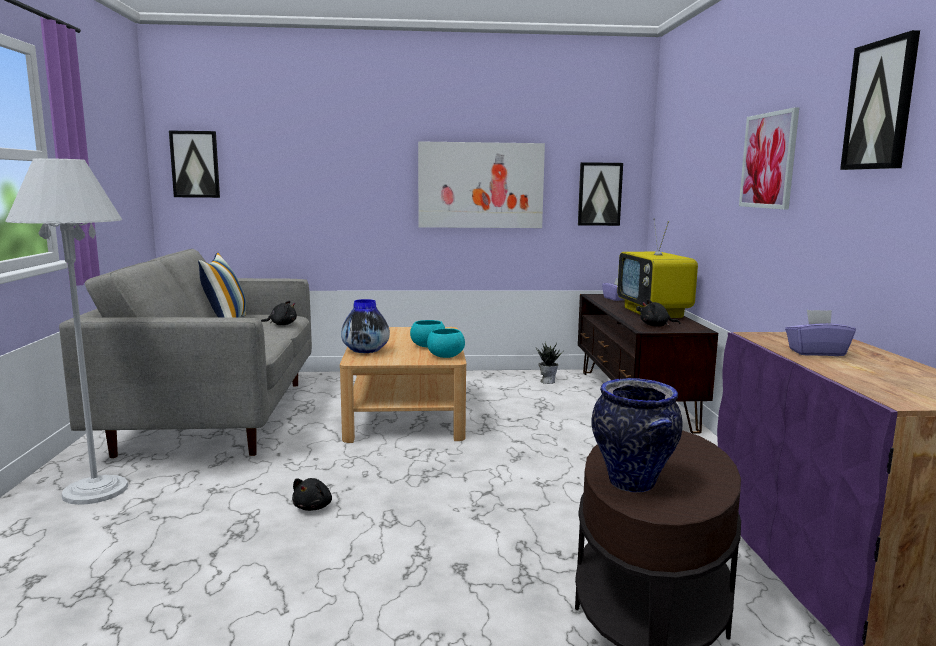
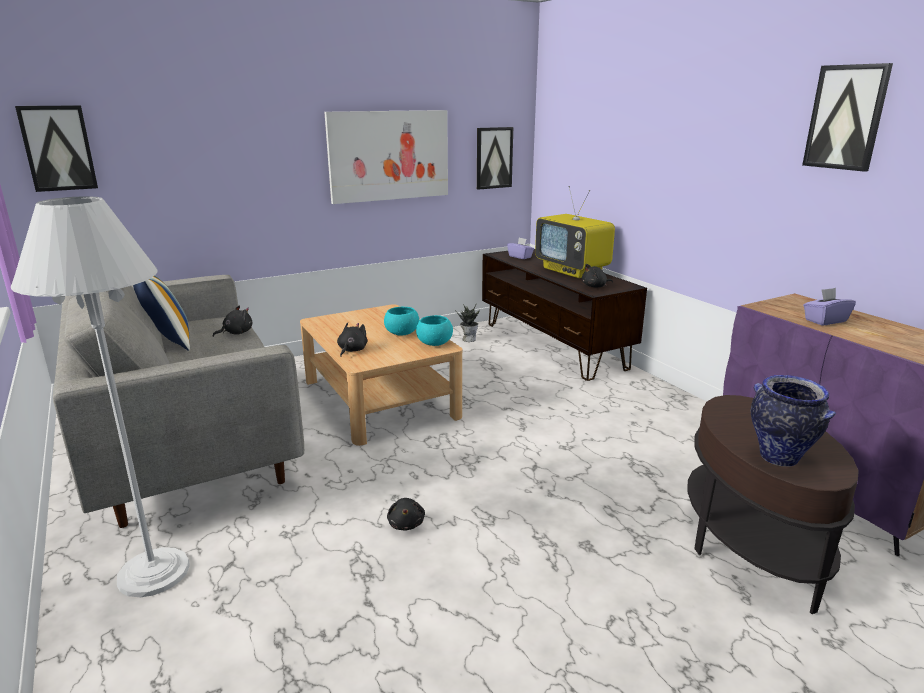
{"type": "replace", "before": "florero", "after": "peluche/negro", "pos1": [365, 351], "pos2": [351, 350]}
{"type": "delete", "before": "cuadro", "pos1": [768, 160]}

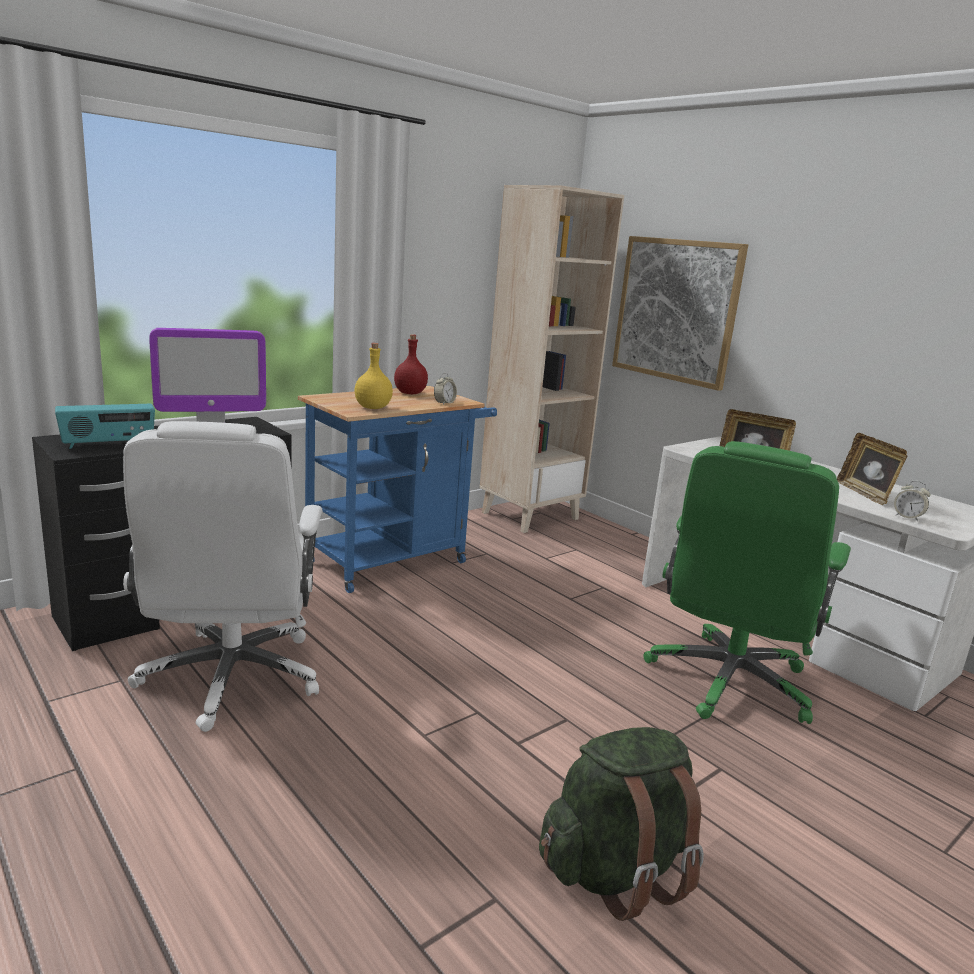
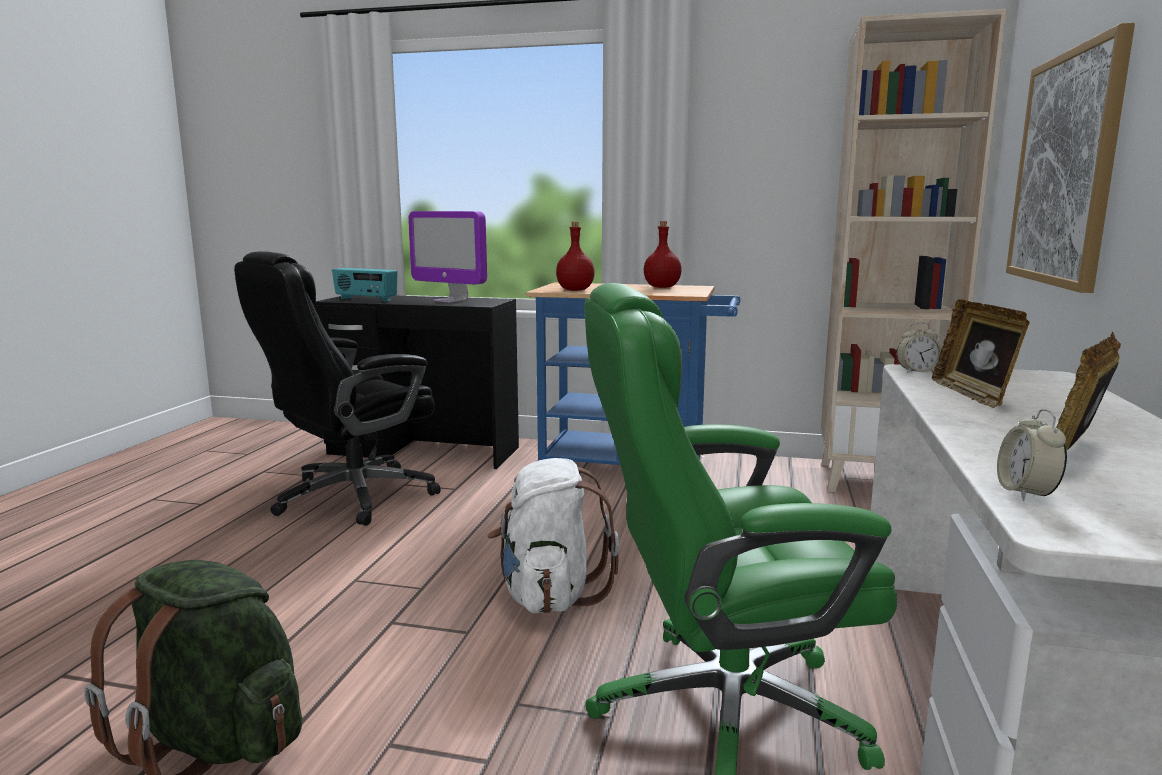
{"type": "recolor", "before": "silla de oficina/blanco", "after": "silla de oficina/negro", "pos1": [231, 678], "pos2": [351, 497]}
{"type": "recolor", "before": "botella/amarillo", "after": "botella/rojo", "pos1": [372, 407], "pos2": [575, 290]}
{"type": "move", "before": "despertador", "pos1": [444, 403], "pos2": [917, 372]}
{"type": "insert", "after": "mochila/blanco", "pos2": [549, 595]}

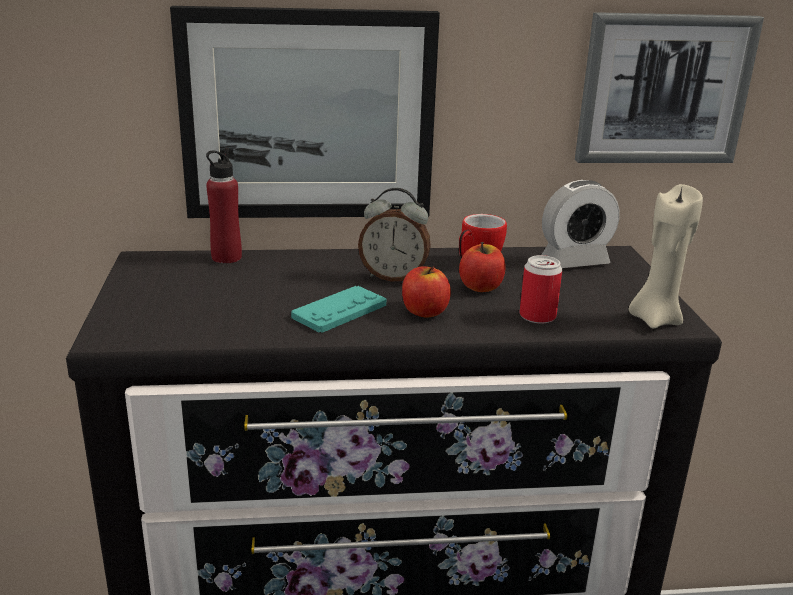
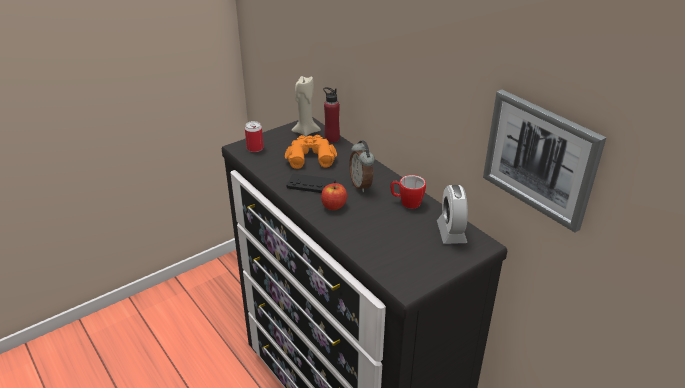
{"type": "delete", "before": "cuadro", "pos1": [308, 116]}
{"type": "recolor", "before": "mando de consola/turquesa", "after": "mando de consola/negro", "pos1": [339, 311], "pos2": [311, 185]}
{"type": "delete", "before": "manzana", "pos1": [481, 287]}
{"type": "move", "before": "lata", "pos1": [537, 316], "pos2": [255, 148]}
{"type": "rotate", "before": "despertador", "pos1": [575, 261], "pos2": [451, 232], "turn": 45}
{"type": "move", "before": "vela/beis", "pos1": [655, 319], "pos2": [305, 132]}
{"type": "insert", "after": "prismáticos/naranja", "pos2": [310, 156]}

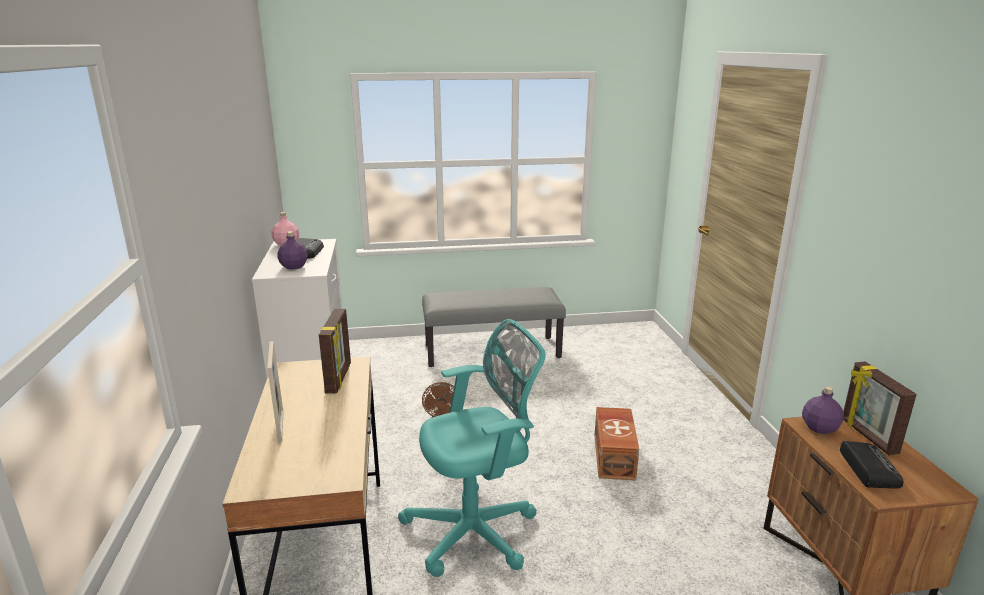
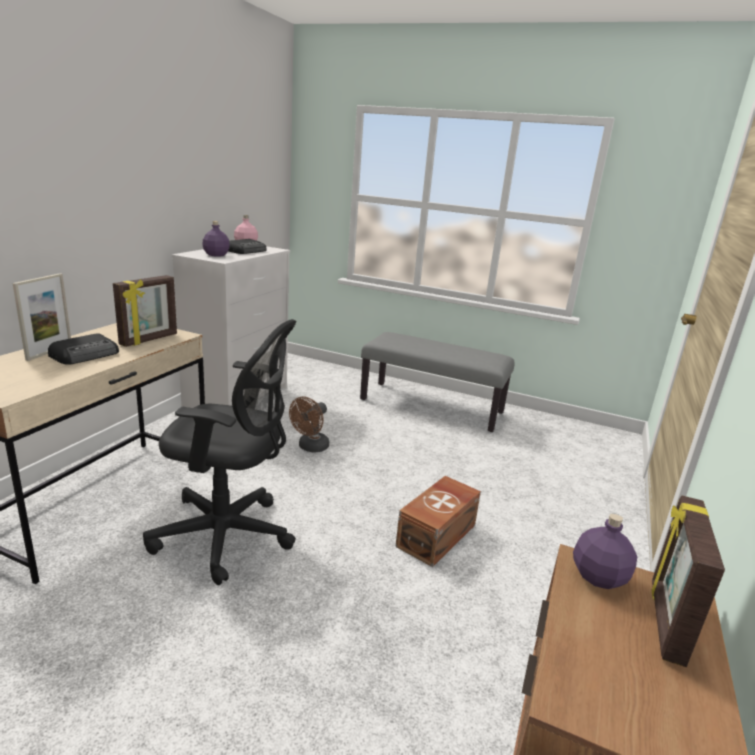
{"type": "recolor", "before": "silla de oficina/turquesa", "after": "silla de oficina/negro", "pos1": [477, 531], "pos2": [228, 536]}
{"type": "move", "before": "radio", "pos1": [868, 468], "pos2": [86, 355]}

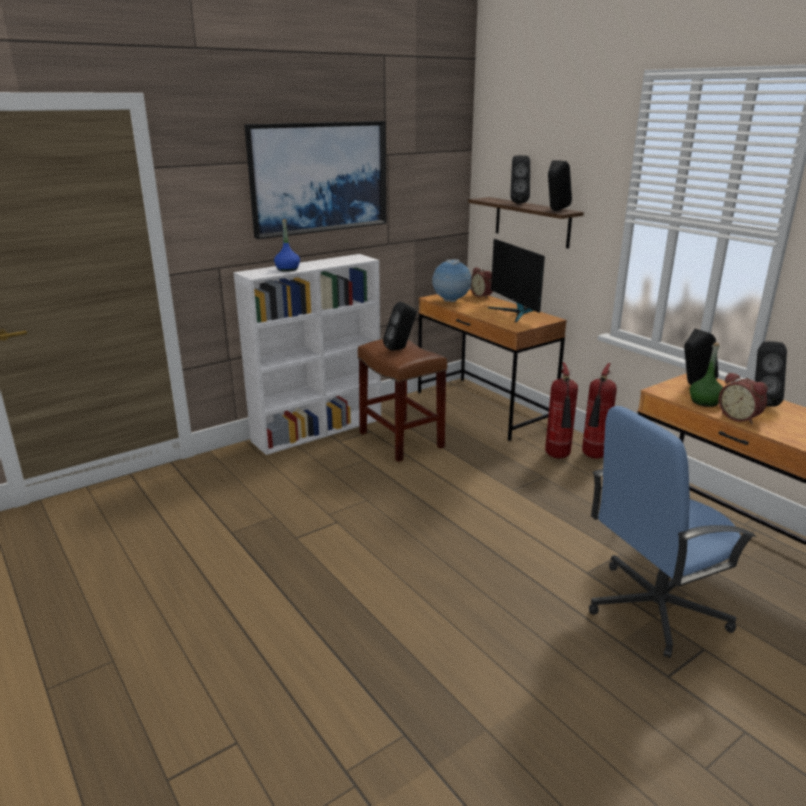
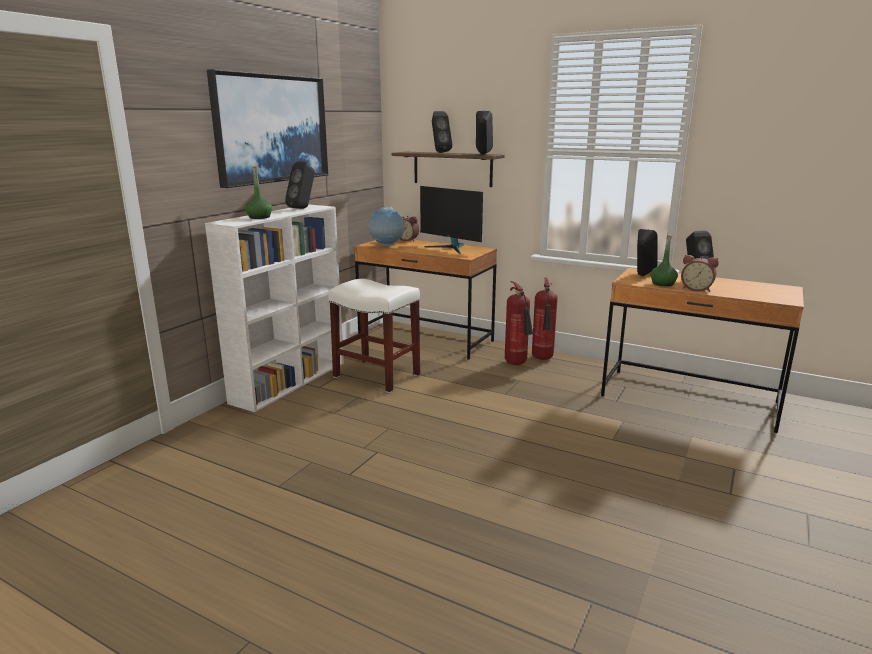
{"type": "recolor", "before": "botella/azul", "after": "botella/verde", "pos1": [287, 269], "pos2": [259, 217]}
{"type": "recolor", "before": "taburete/marrón", "after": "taburete/blanco", "pos1": [400, 440], "pos2": [375, 375]}
{"type": "move", "before": "altavoz/negro", "pos1": [400, 349], "pos2": [303, 208]}
{"type": "delete", "before": "silla de oficina/azul", "pos1": [654, 607]}

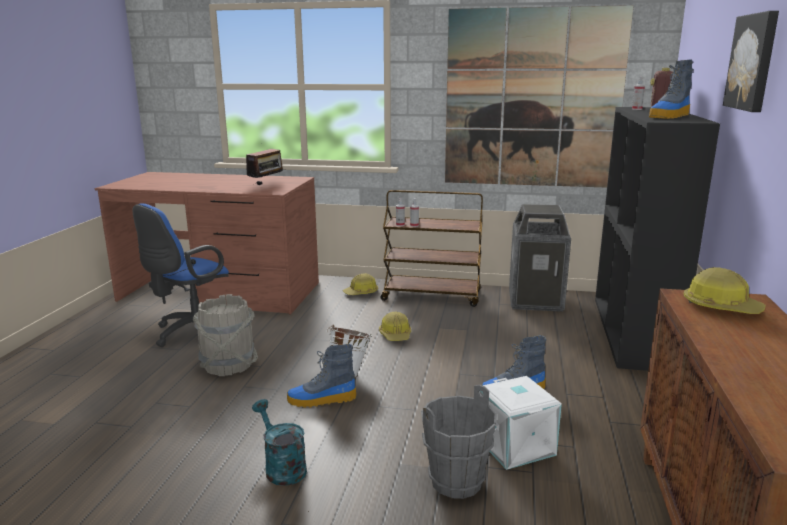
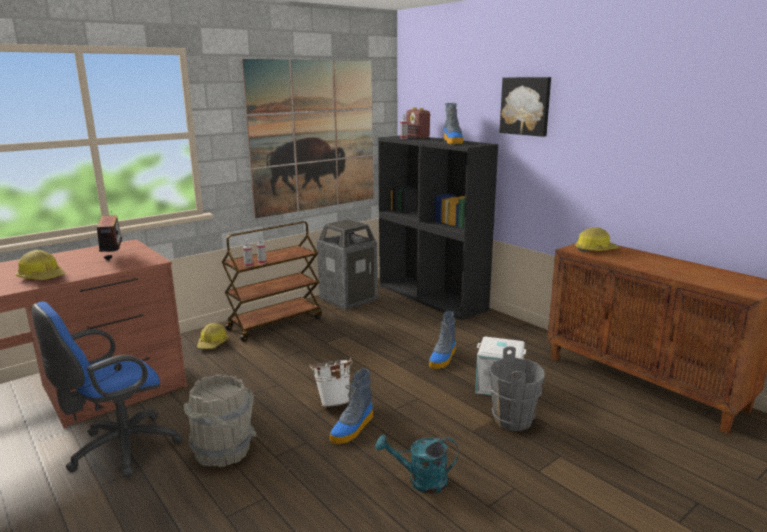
{"type": "rotate", "before": "silla de oficina/azul", "pos1": [192, 333], "pos2": [119, 450], "turn": 60}
{"type": "move", "before": "casco", "pos1": [396, 335], "pos2": [42, 277]}

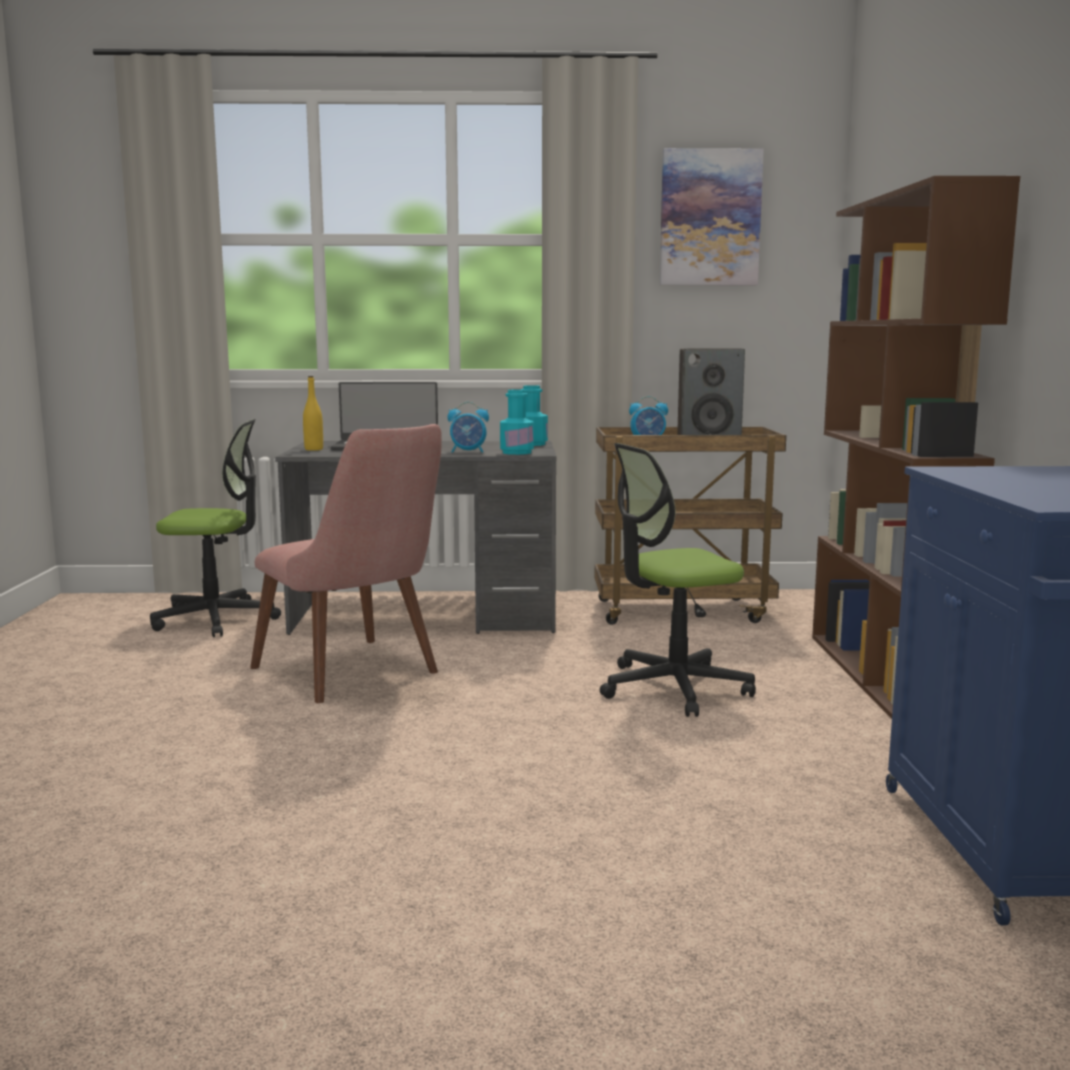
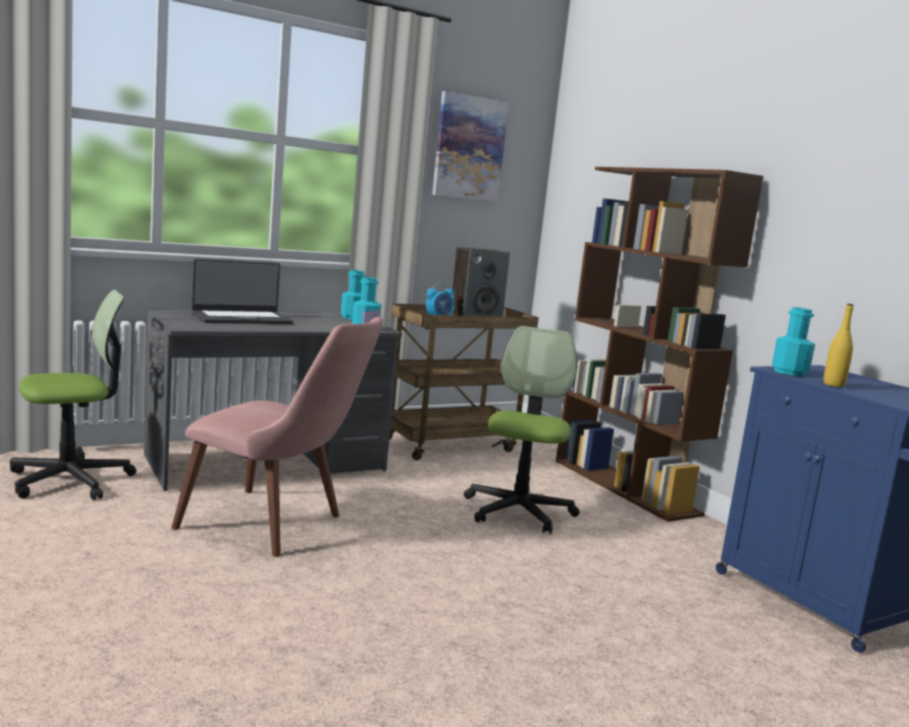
{"type": "move", "before": "botella/amarillo", "pos1": [314, 449], "pos2": [833, 385]}
{"type": "delete", "before": "despertador", "pos1": [468, 452]}
{"type": "rotate", "before": "silla de oficina", "pos1": [673, 688], "pos2": [518, 511], "turn": 150}
{"type": "insert", "after": "botella/turquesa", "pos2": [789, 372]}

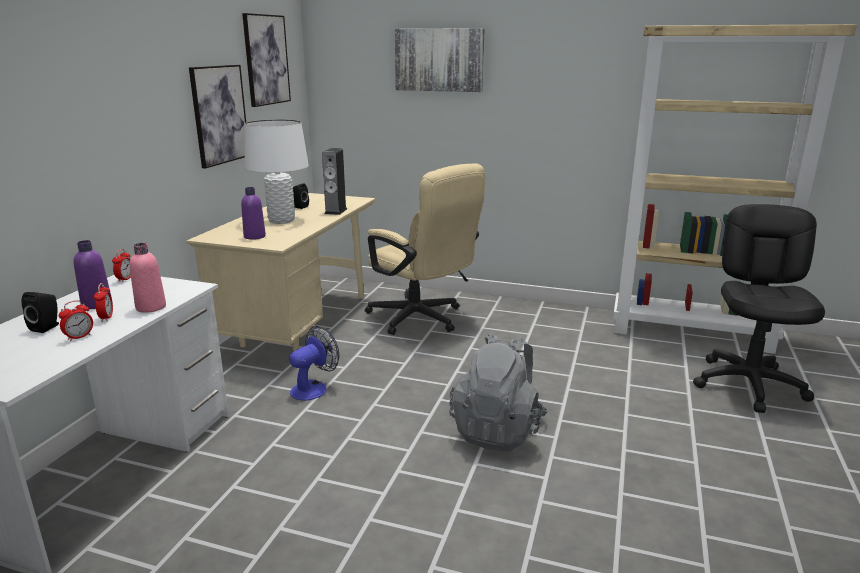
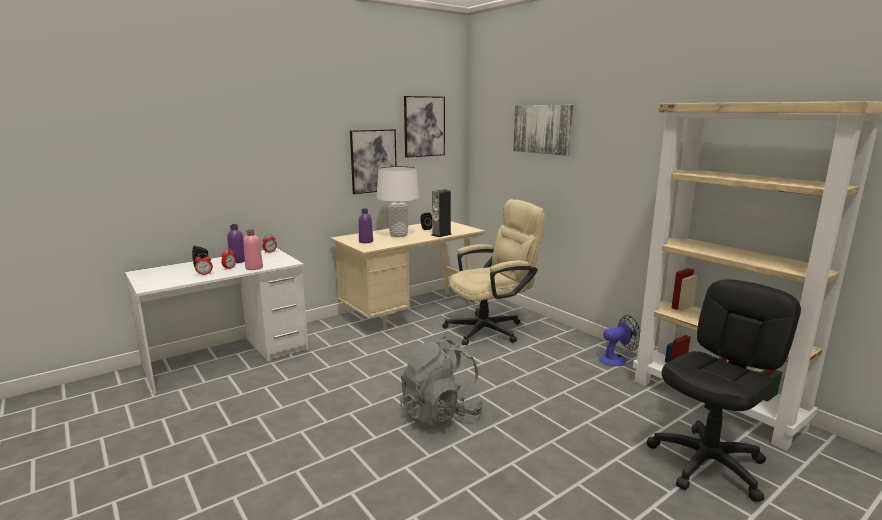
{"type": "move", "before": "ventilador", "pos1": [314, 388], "pos2": [617, 359]}
{"type": "rotate", "before": "silla de oficina/beis", "pos1": [422, 319], "pos2": [491, 329], "turn": -105}

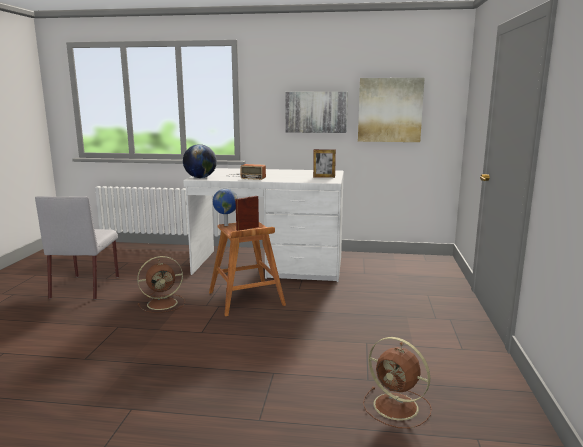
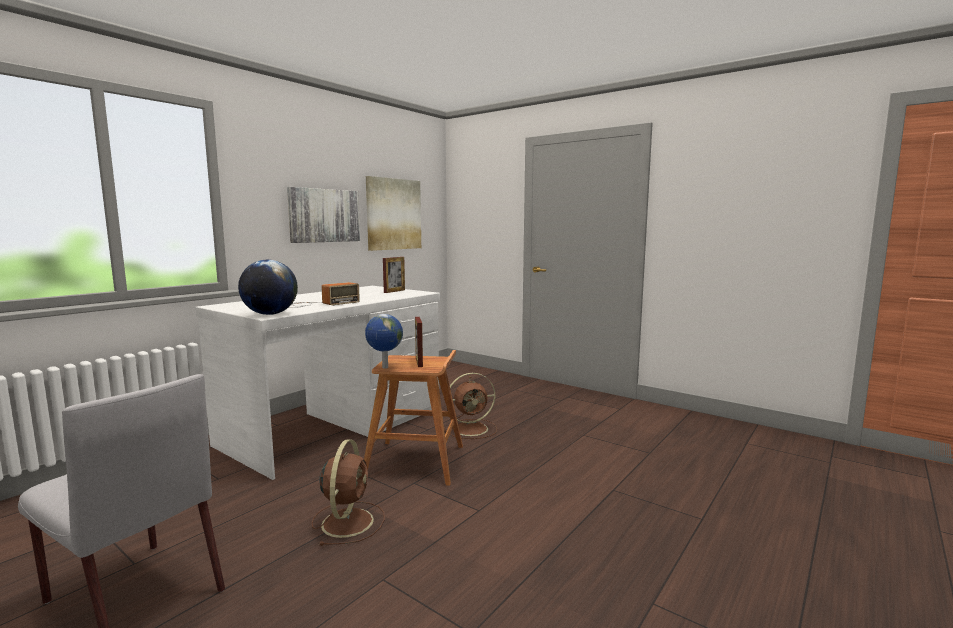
{"type": "move", "before": "ventilador/marrón", "pos1": [397, 407], "pos2": [472, 429]}

